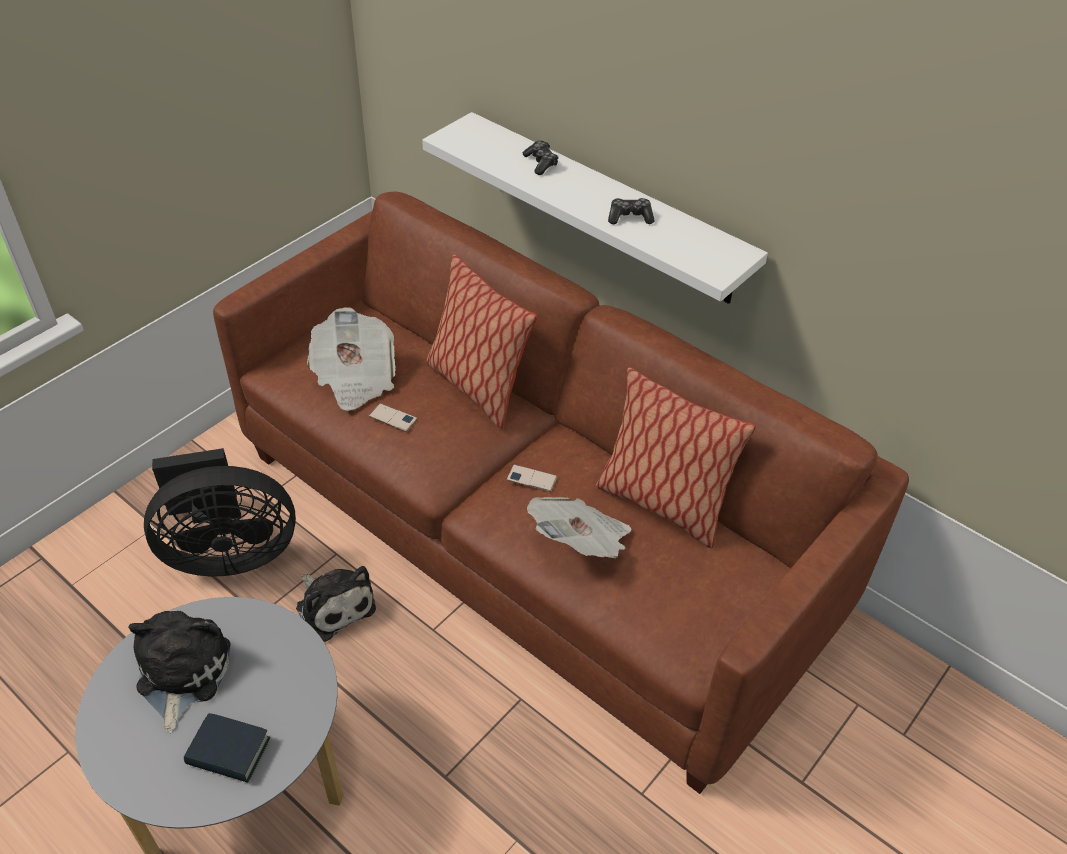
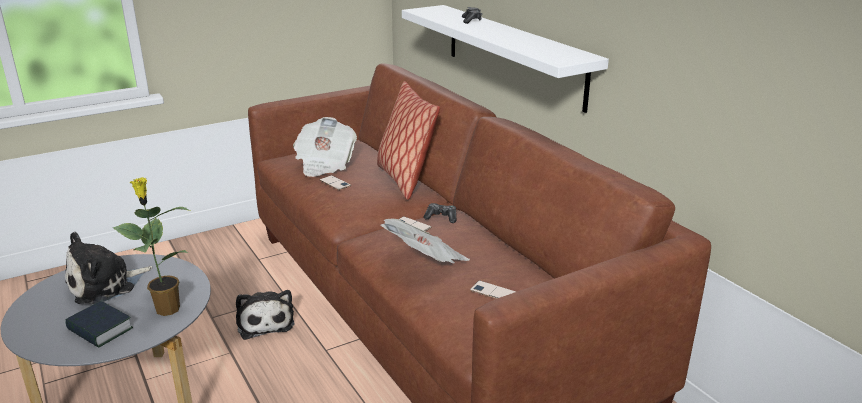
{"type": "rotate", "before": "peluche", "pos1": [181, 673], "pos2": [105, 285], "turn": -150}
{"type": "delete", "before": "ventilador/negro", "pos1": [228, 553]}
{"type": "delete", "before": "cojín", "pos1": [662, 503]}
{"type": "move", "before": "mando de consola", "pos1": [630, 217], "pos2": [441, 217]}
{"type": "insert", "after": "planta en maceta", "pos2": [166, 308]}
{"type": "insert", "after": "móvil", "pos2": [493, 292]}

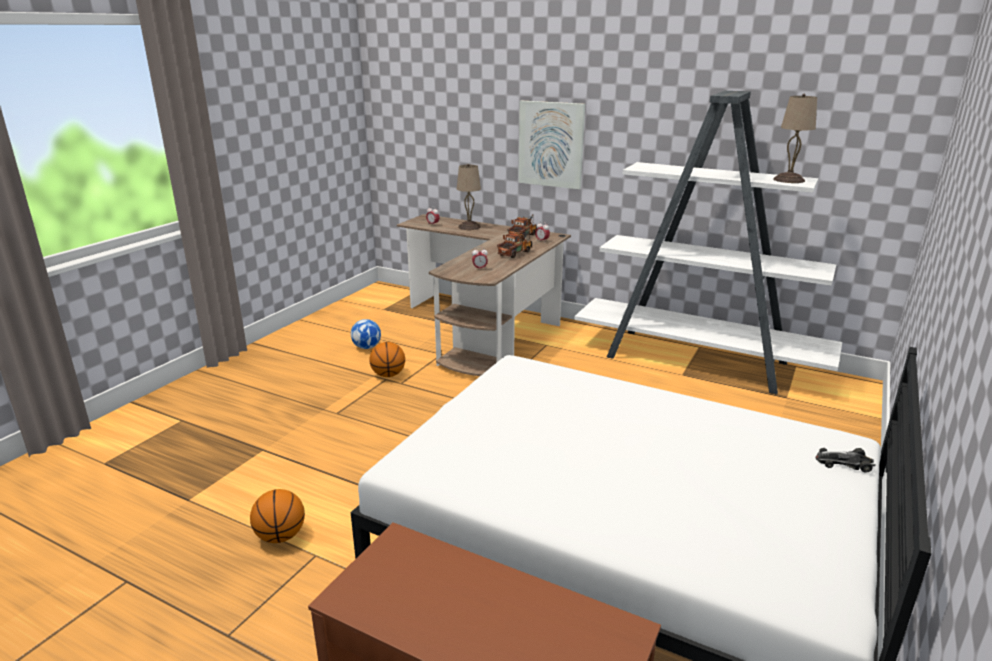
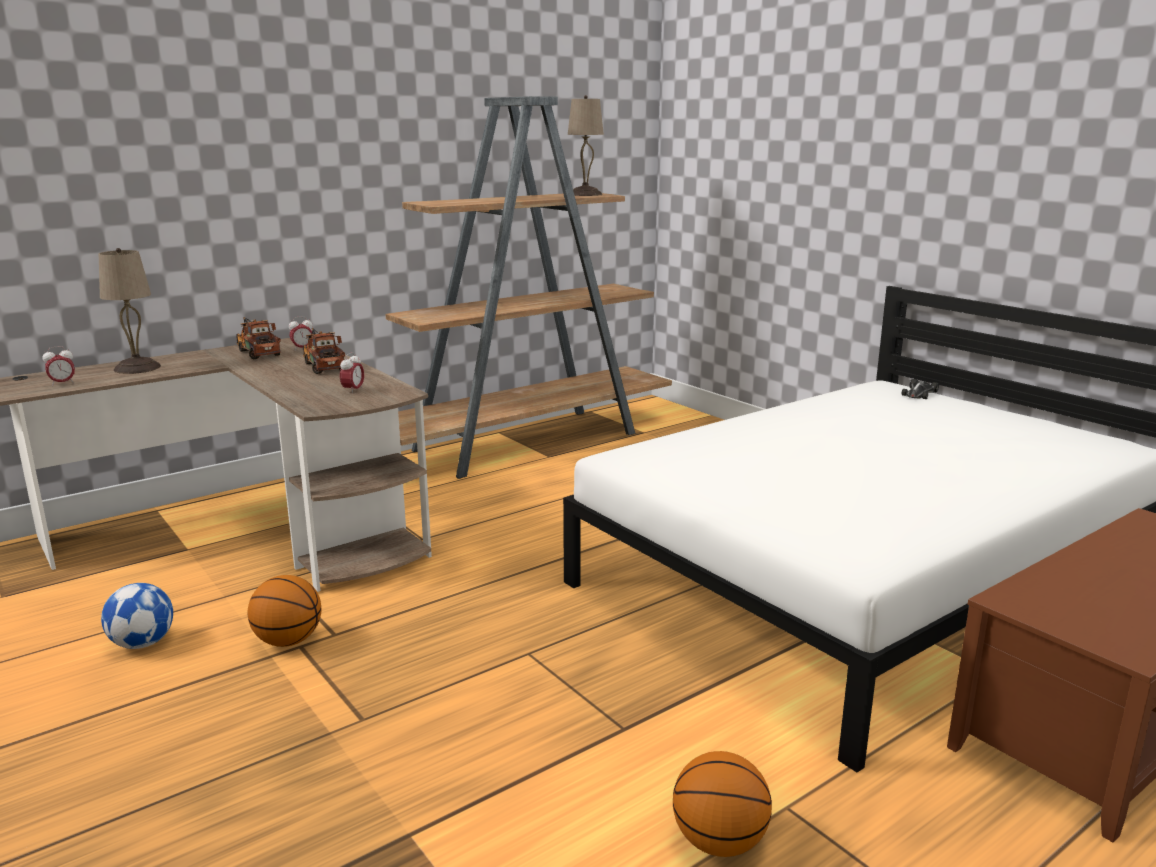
{"type": "delete", "before": "cuadro", "pos1": [551, 144]}
{"type": "recolor", "before": "estantería/blanco", "after": "estantería/marrón", "pos1": [699, 361], "pos2": [529, 441]}

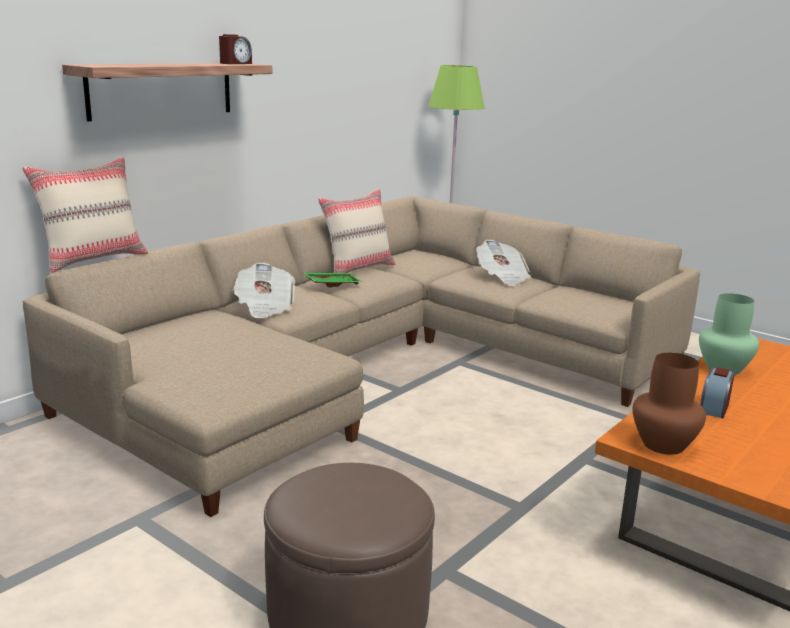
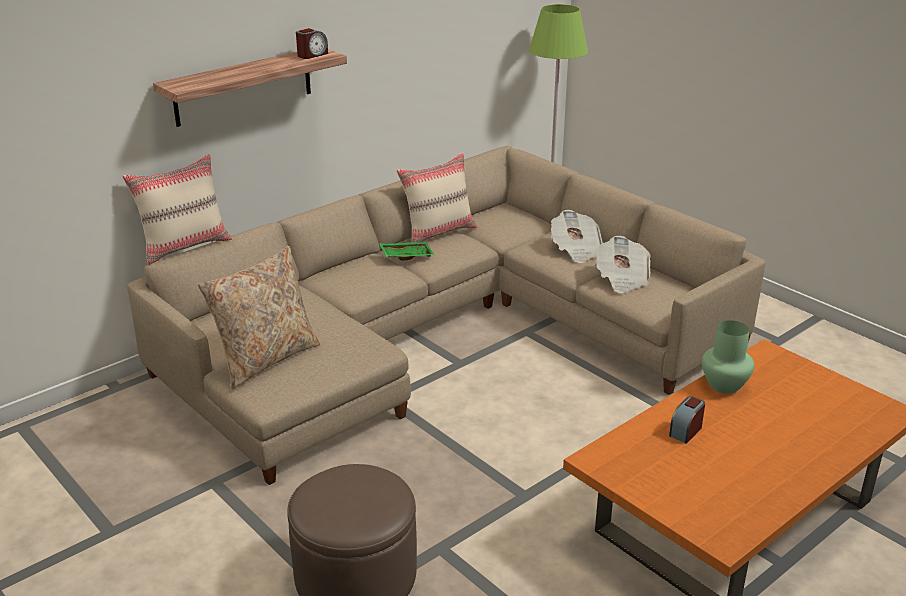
{"type": "move", "before": "periódico", "pos1": [265, 307], "pos2": [622, 279]}
{"type": "delete", "before": "florero/marrón", "pos1": [663, 444]}
{"type": "insert", "after": "cojín/beis", "pos2": [266, 359]}

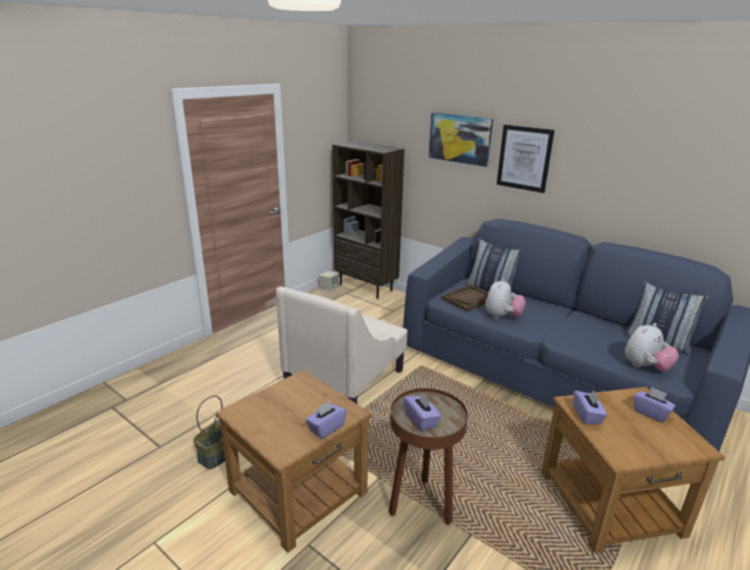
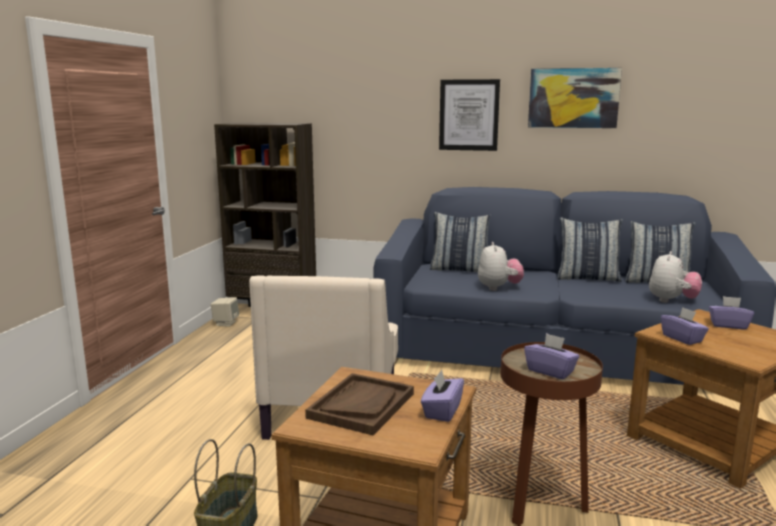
{"type": "move", "before": "cuadro", "pos1": [460, 139], "pos2": [573, 98]}
{"type": "move", "before": "bandeja/marrón", "pos1": [468, 299], "pos2": [361, 405]}
{"type": "insert", "after": "cojín", "pos2": [587, 278]}

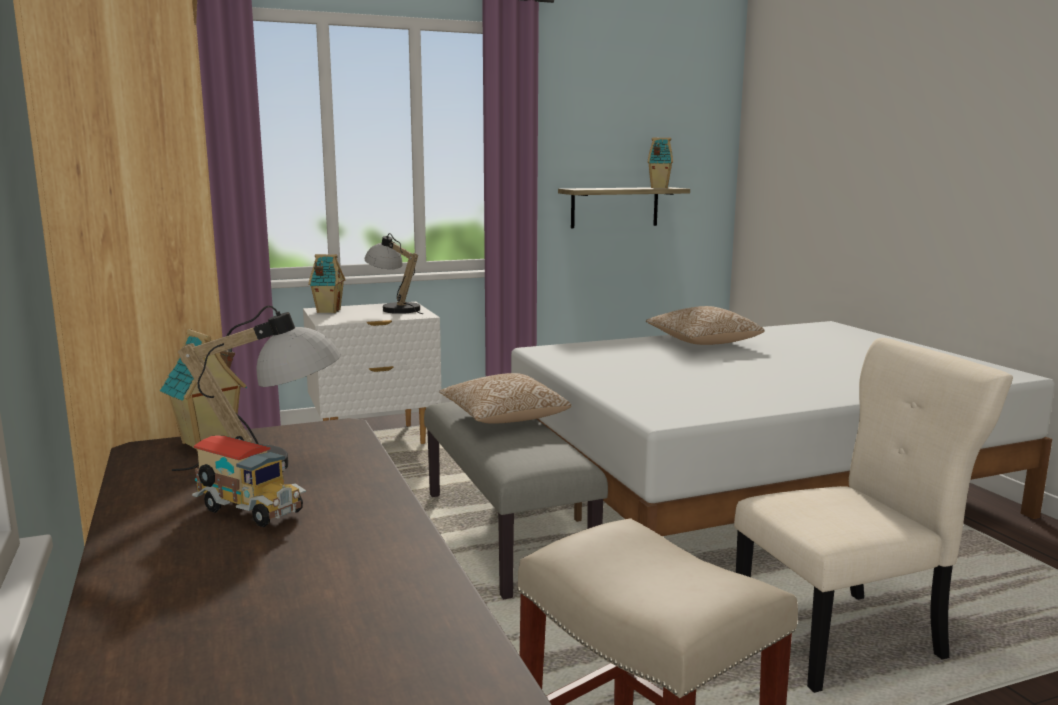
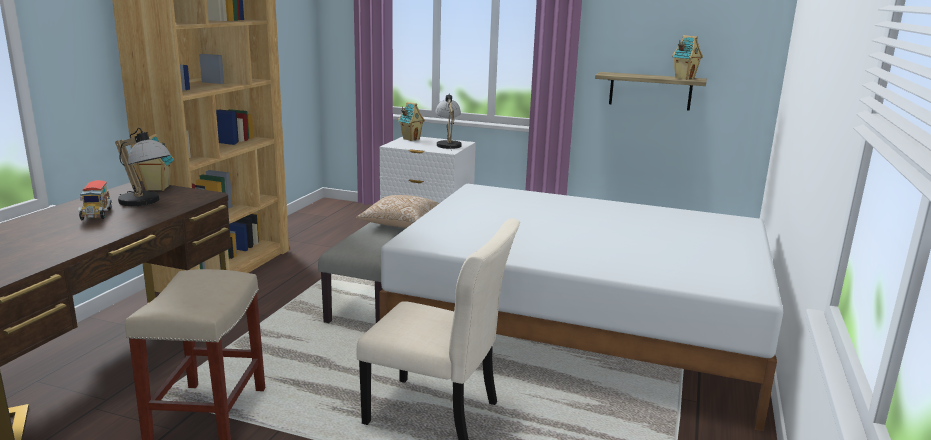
{"type": "delete", "before": "cojín", "pos1": [702, 343]}

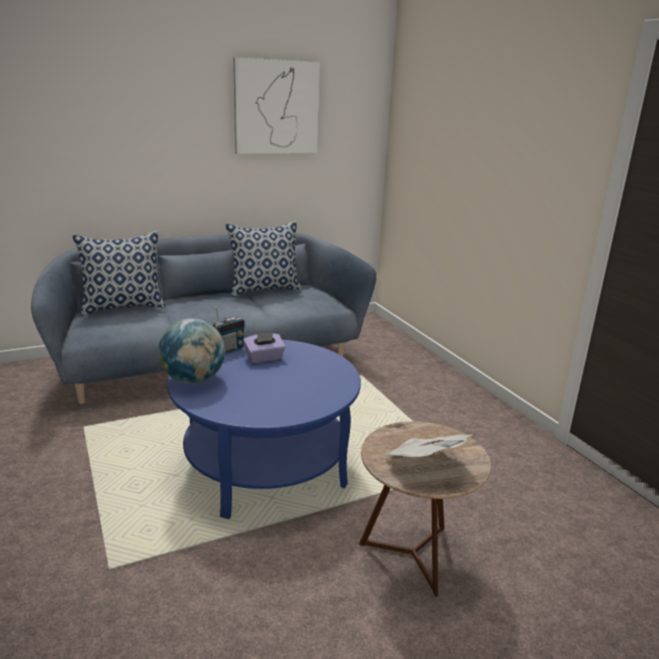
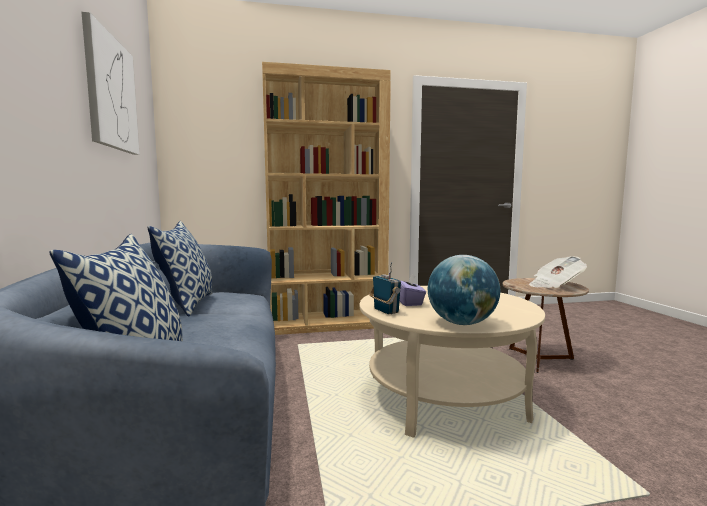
{"type": "recolor", "before": "mesa de centro/azul", "after": "mesa de centro/beis", "pos1": [266, 466], "pos2": [444, 397]}
{"type": "insert", "after": "estantería/marrón", "pos2": [327, 324]}

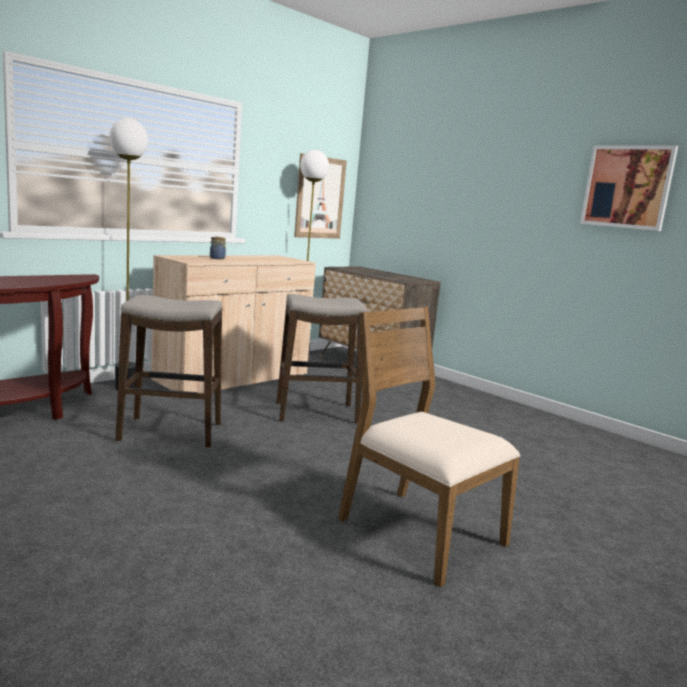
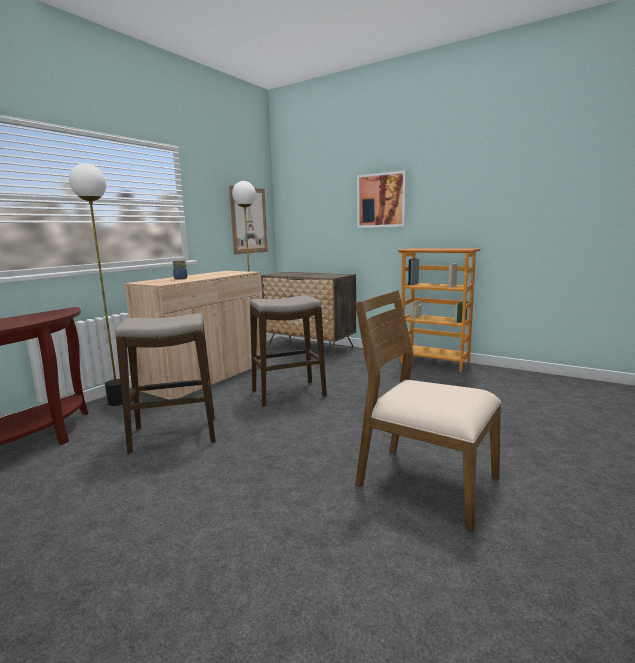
{"type": "move", "before": "cuadro", "pos1": [627, 187], "pos2": [381, 200]}
{"type": "insert", "after": "estantería", "pos2": [435, 363]}

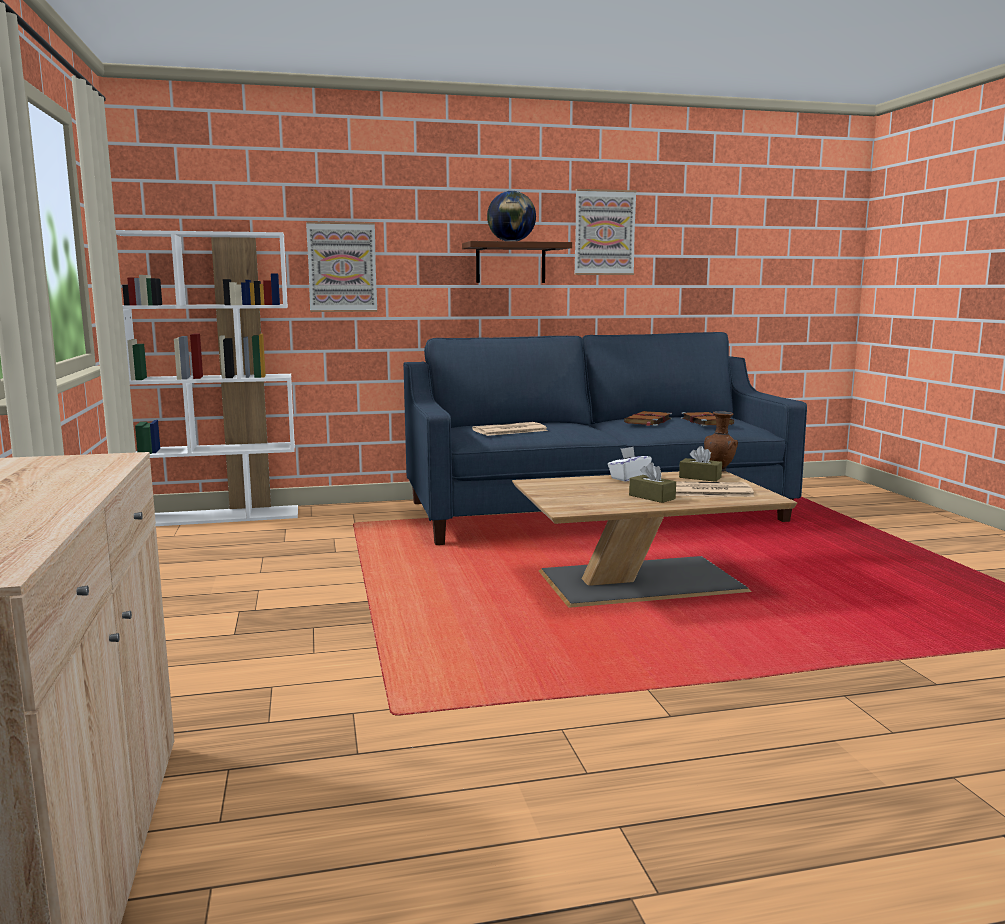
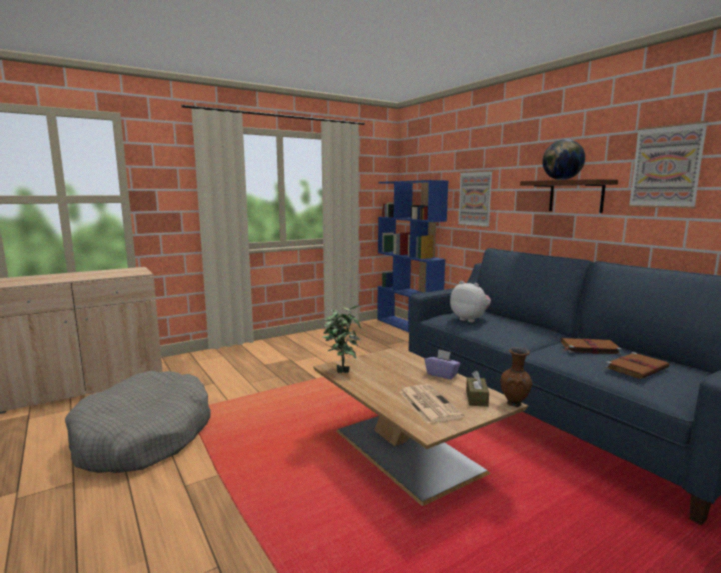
{"type": "recolor", "before": "estantería/blanco", "after": "estantería/azul", "pos1": [222, 516], "pos2": [408, 327]}
{"type": "replace", "before": "periódico", "after": "peluche", "pos1": [509, 430], "pos2": [470, 319]}
{"type": "recolor", "before": "caja de pañuelos/blanco", "after": "caja de pañuelos/morado", "pos1": [628, 478], "pos2": [442, 374]}
{"type": "delete", "before": "caja de pañuelos/marrón", "pos1": [652, 497]}
{"type": "insert", "after": "cama para perro/gris", "pos2": [144, 437]}
{"type": "insert", "after": "planta en maceta", "pos2": [341, 370]}

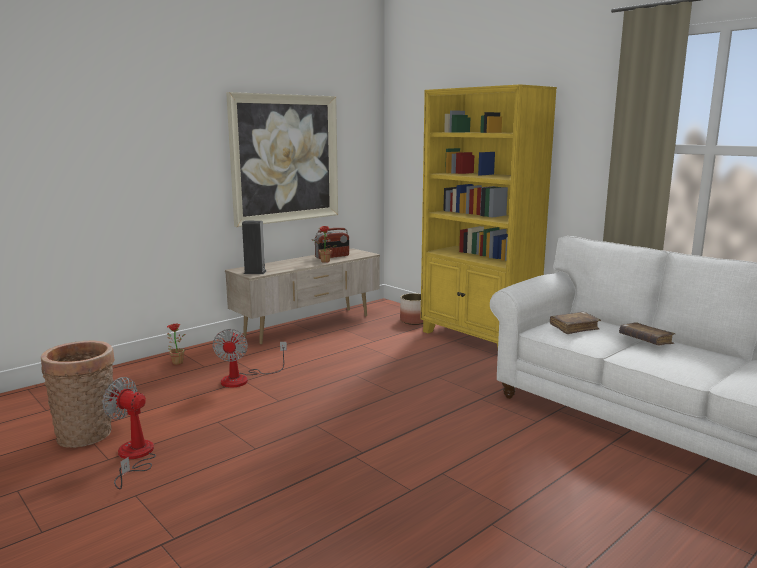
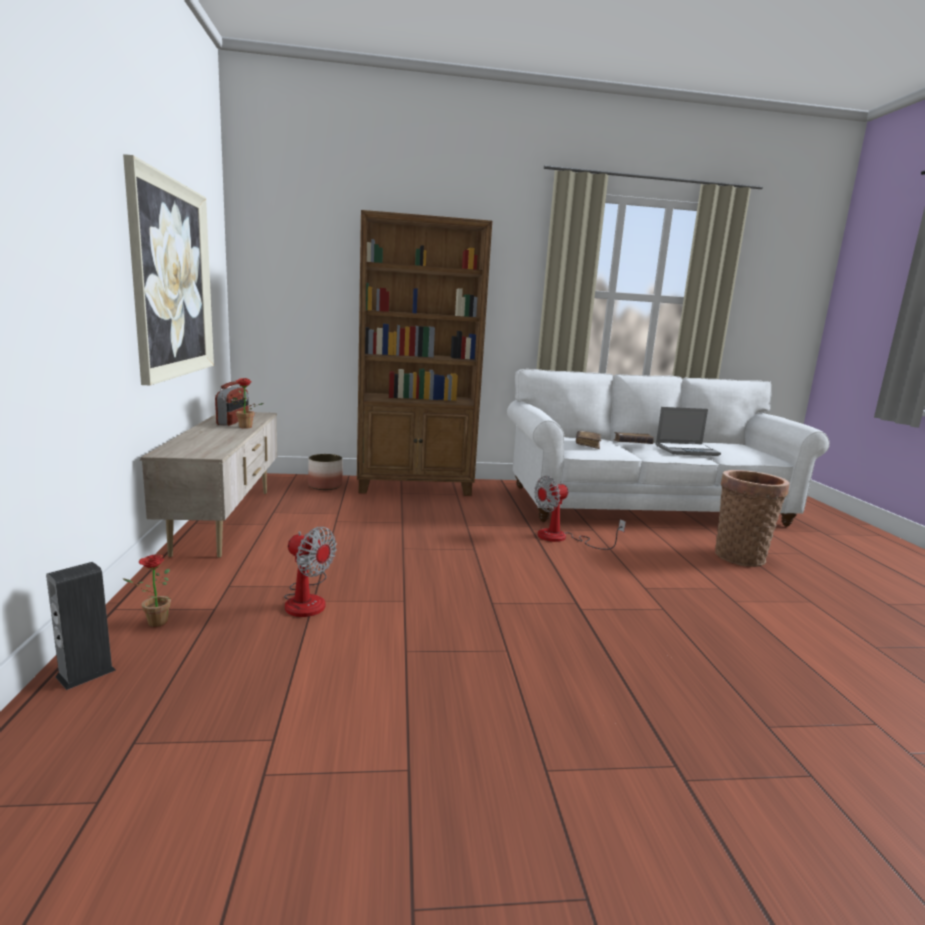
{"type": "move", "before": "cesta", "pos1": [88, 435], "pos2": [740, 556]}
{"type": "move", "before": "ventilador", "pos1": [134, 457], "pos2": [562, 538]}
{"type": "move", "before": "altavoz", "pos1": [255, 272], "pos2": [86, 673]}
{"type": "recolor", "before": "estantería/amarillo", "after": "estantería/marrón", "pos1": [478, 339], "pos2": [415, 486]}
{"type": "insert", "after": "portátil", "pos2": [687, 450]}

